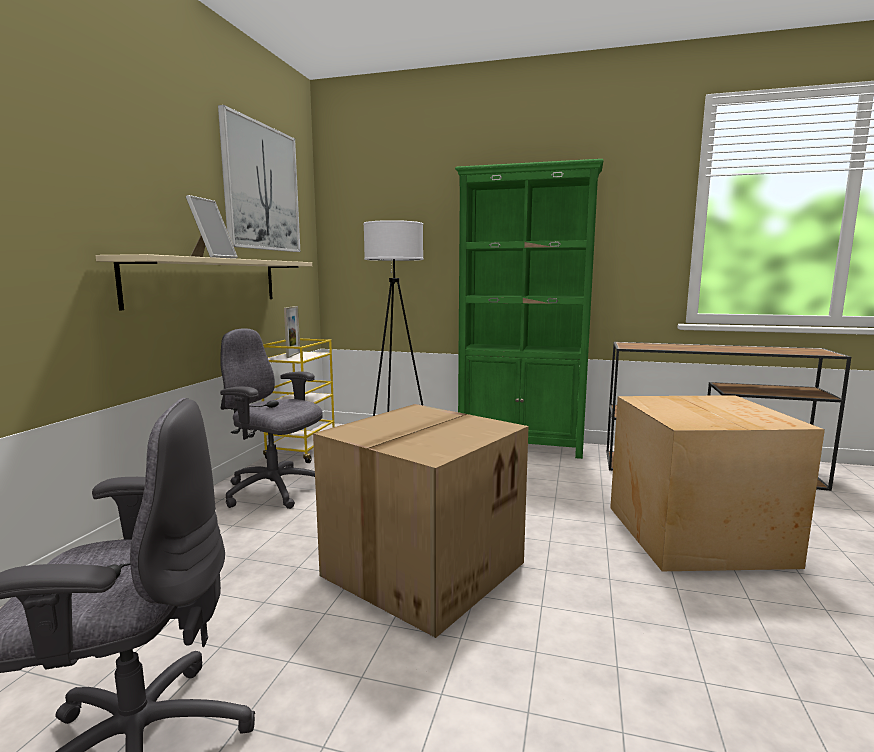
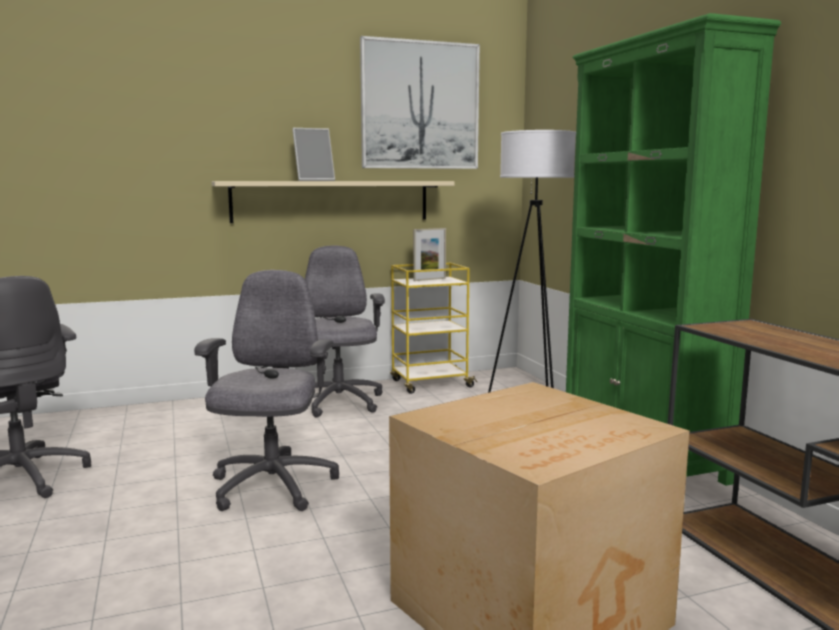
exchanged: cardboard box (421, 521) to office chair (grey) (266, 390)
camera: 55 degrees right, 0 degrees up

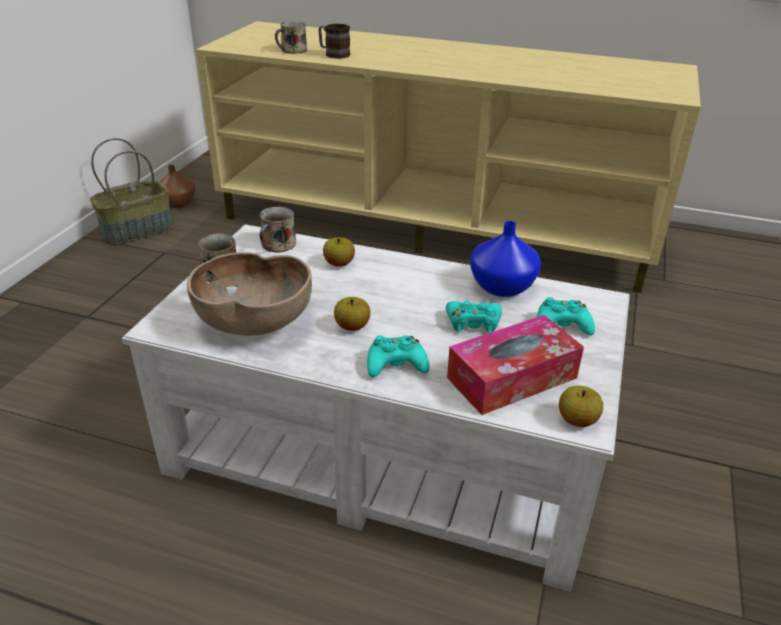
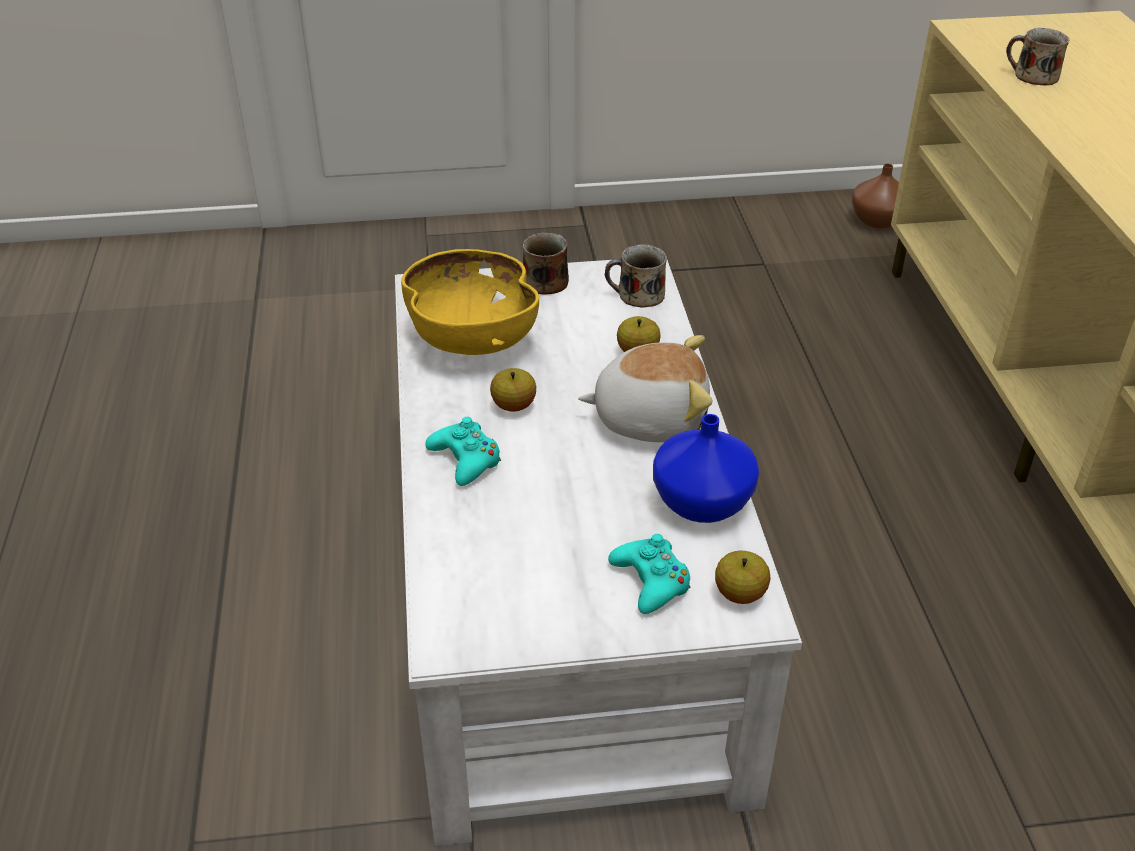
missing: basket (132, 191); mug (334, 41); game controller (turquoise) (474, 317); tissue box (515, 365)
appeared: plush toy (645, 388)
relocated: apple (581, 406) to (742, 577)
colour: bowl (brown) (249, 294) to bowl (yellow) (470, 302)
camera: 65 degrees right, 5 degrees up

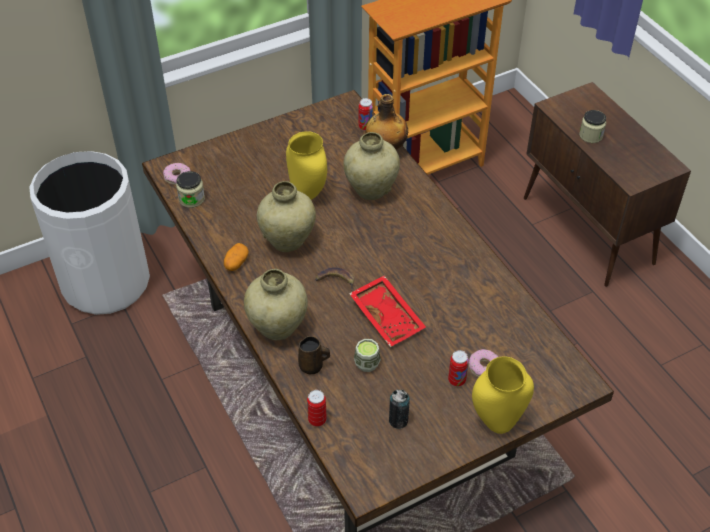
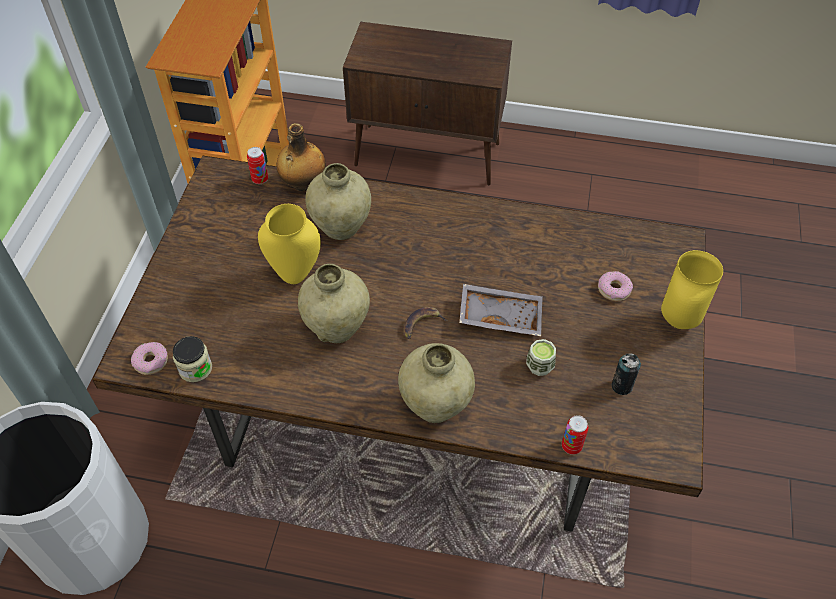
missing: potato (236, 257); mug (brown) (314, 355); can (458, 368); jar (592, 126)
colour: tray (red) (387, 311) to tray (grey) (501, 310)
camera: 50 degrees left, 5 degrees up

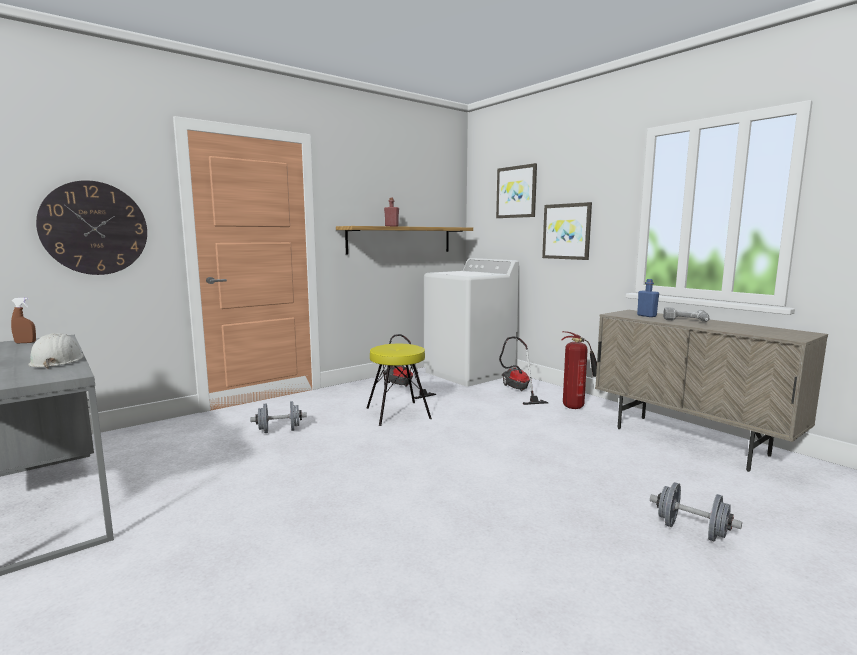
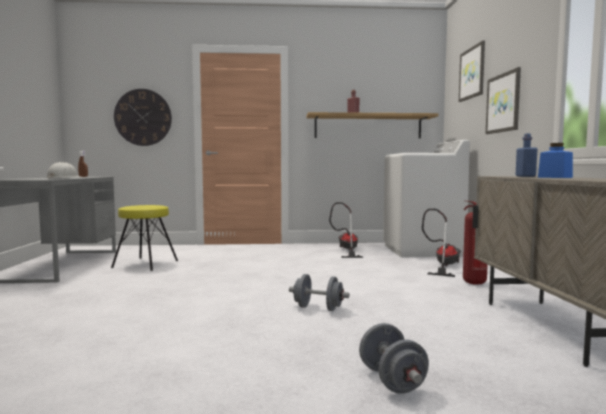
relocated: stool (yellow) (399, 385) to (144, 238); dumbbell (grey) (278, 417) to (319, 292)
exchanged: power drill (686, 314) to jar (blue) (555, 160)
camera: 35 degrees right, 5 degrees down

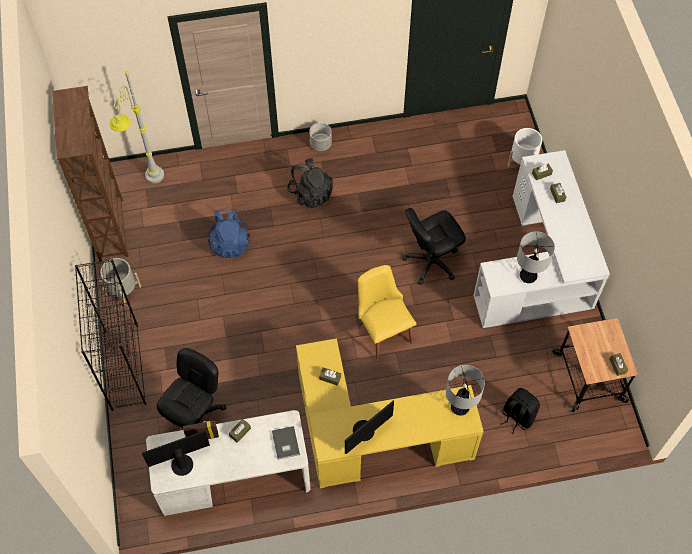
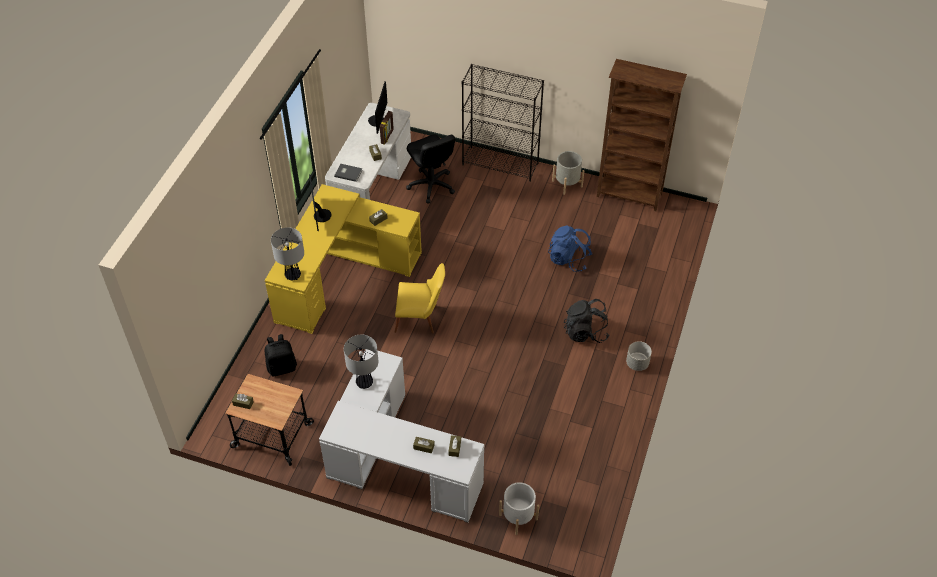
missing: floor lamp (grey) (136, 127); office chair (black) (434, 246)
camera: 120 degrees right, 10 degrees down

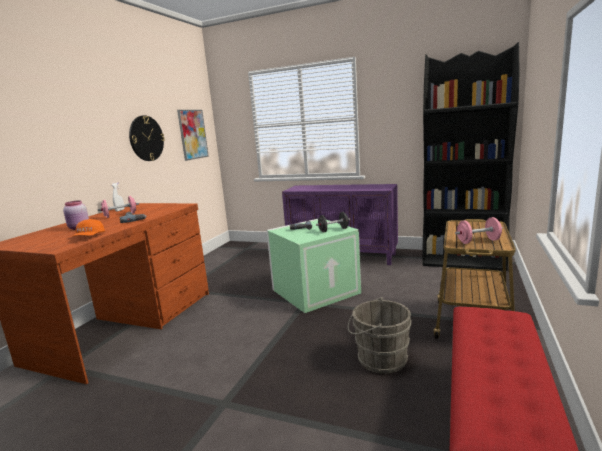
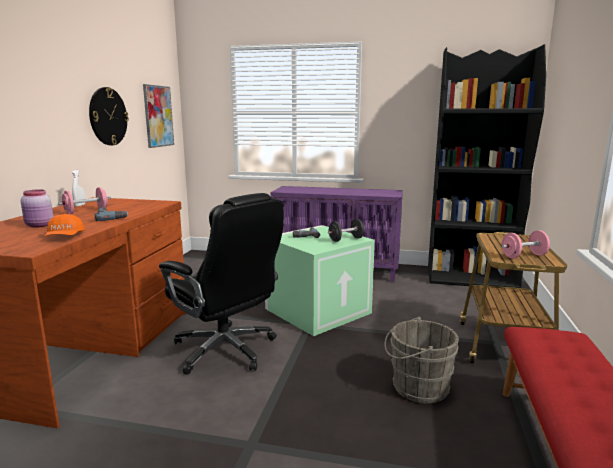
appeared: office chair (black) (221, 284)
camera: 10 degrees left, 0 degrees up

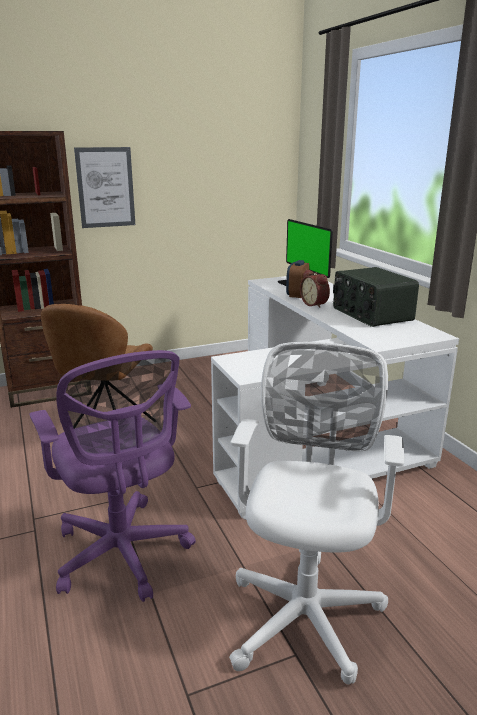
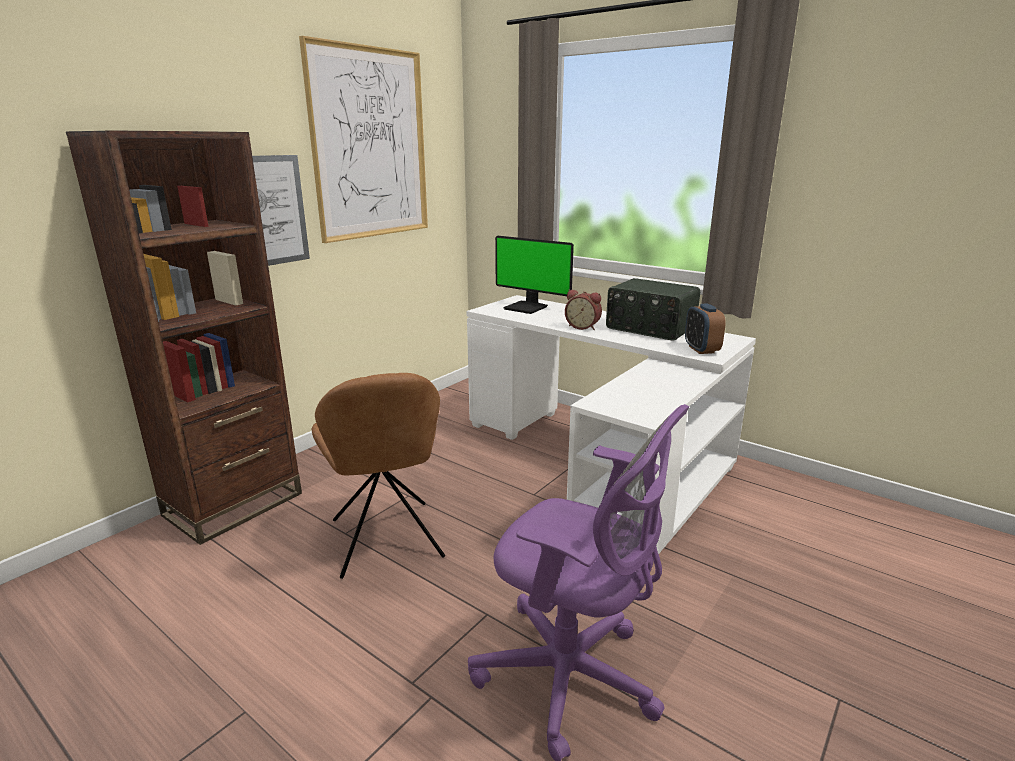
missing: office chair (white) (317, 513)
appeared: picture (363, 139)
relocated: alarm clock (298, 279) to (705, 329)
camera: 30 degrees left, 0 degrees up

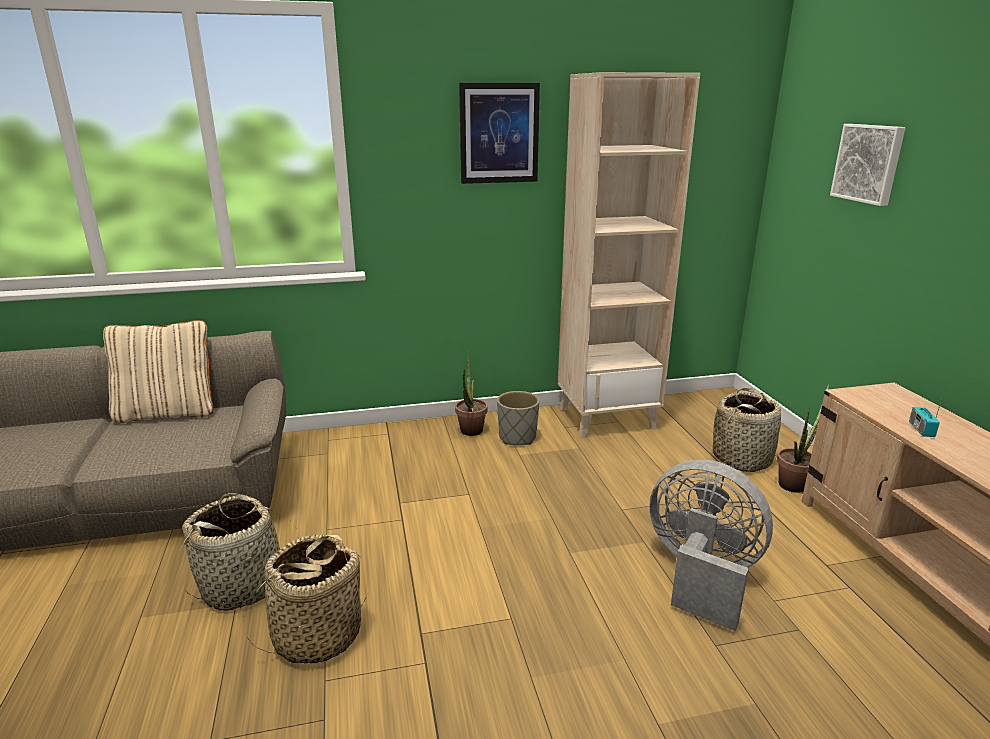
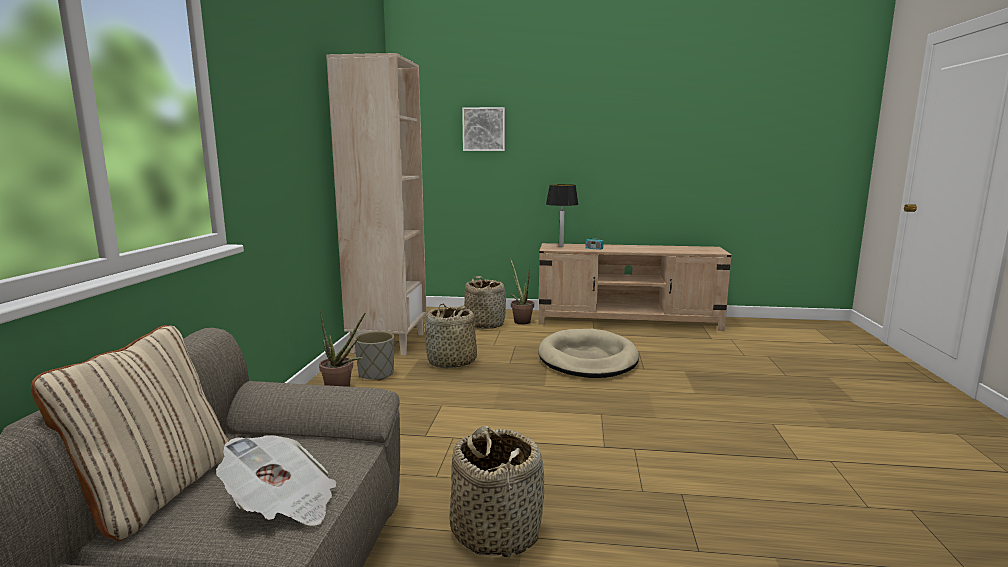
missing: picture (499, 133)
appeared: newspaper (276, 480); table lamp (562, 215)
relocated: basket (305, 599) to (451, 335)
exchanged: fan (grey) (711, 545) to dog bed (beige) (588, 353)
camera: 70 degrees left, 10 degrees down

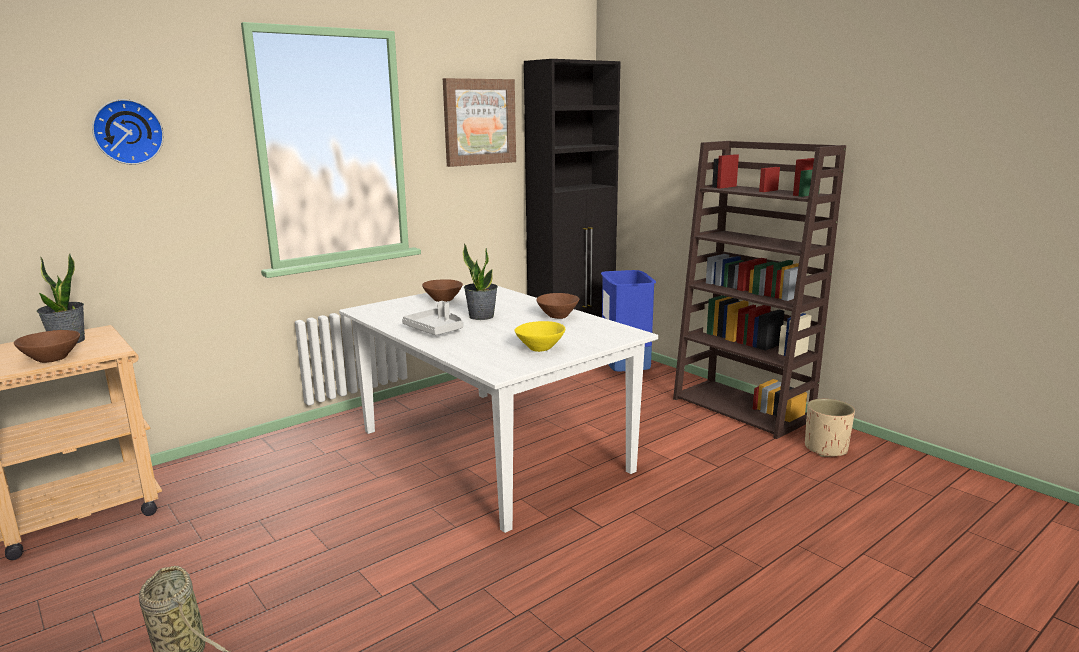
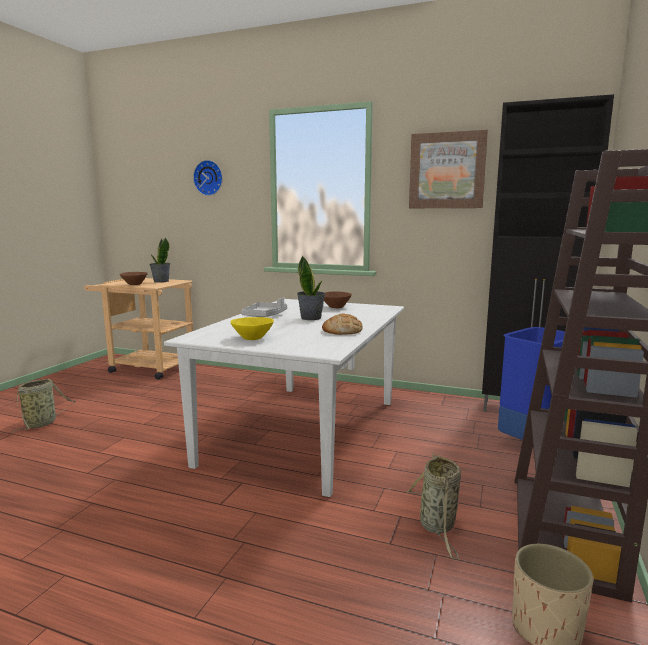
appeared: basket (433, 507)
exchanged: bowl (brown) (557, 306) to bread (342, 324)
camera: 60 degrees right, 5 degrees down

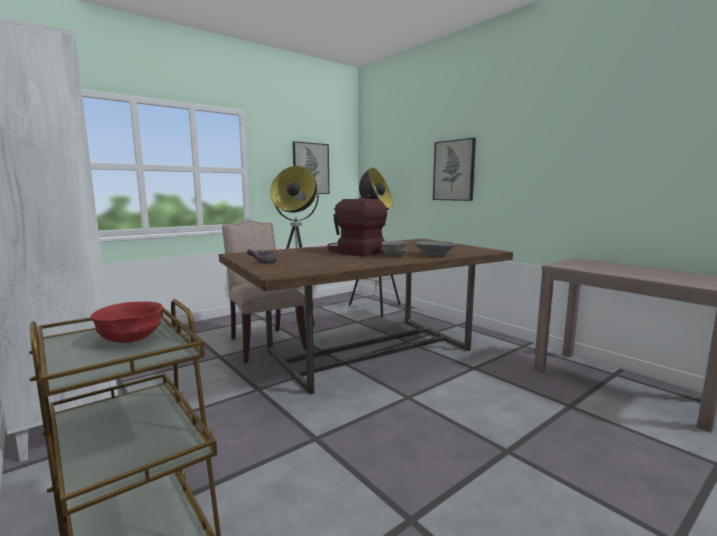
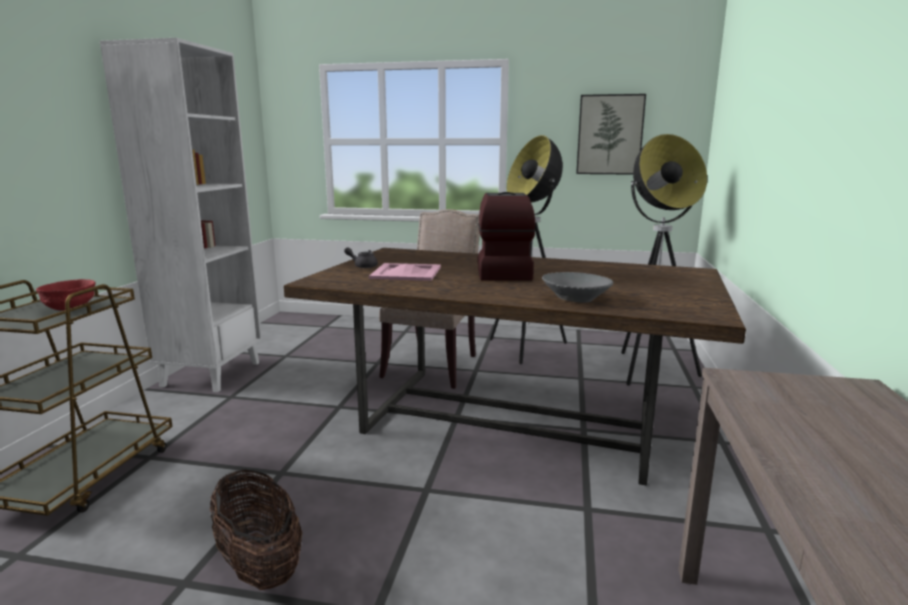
missing: bowl (grey) (395, 249); picture (454, 169)
appeared: basket (256, 530); tray (pink) (405, 272)
camera: 50 degrees right, 5 degrees up

